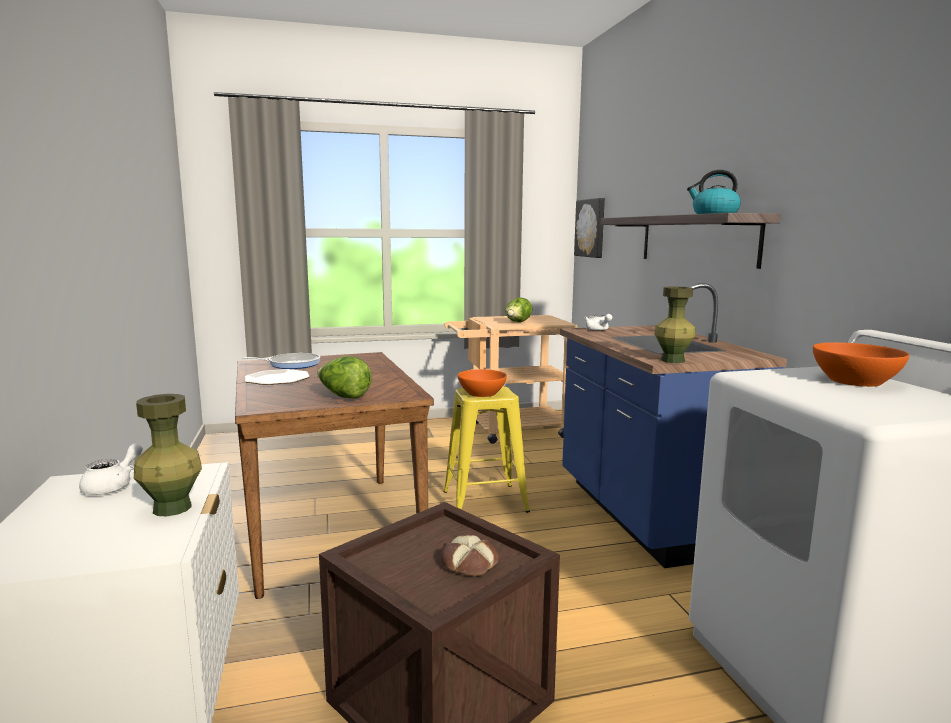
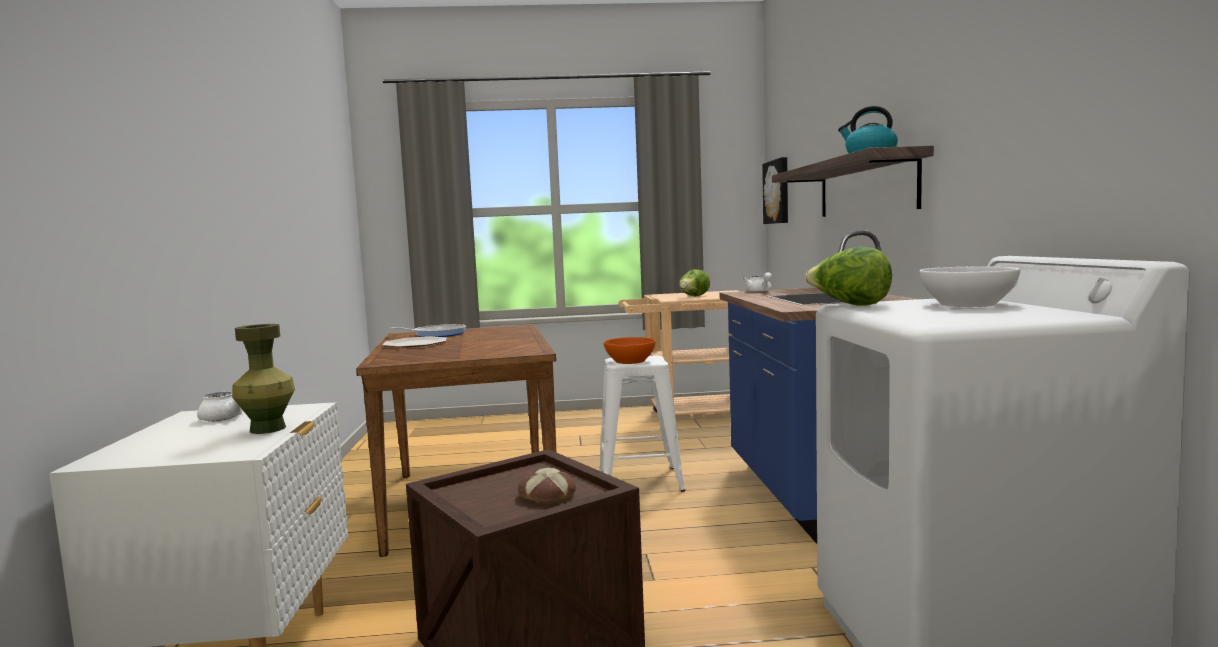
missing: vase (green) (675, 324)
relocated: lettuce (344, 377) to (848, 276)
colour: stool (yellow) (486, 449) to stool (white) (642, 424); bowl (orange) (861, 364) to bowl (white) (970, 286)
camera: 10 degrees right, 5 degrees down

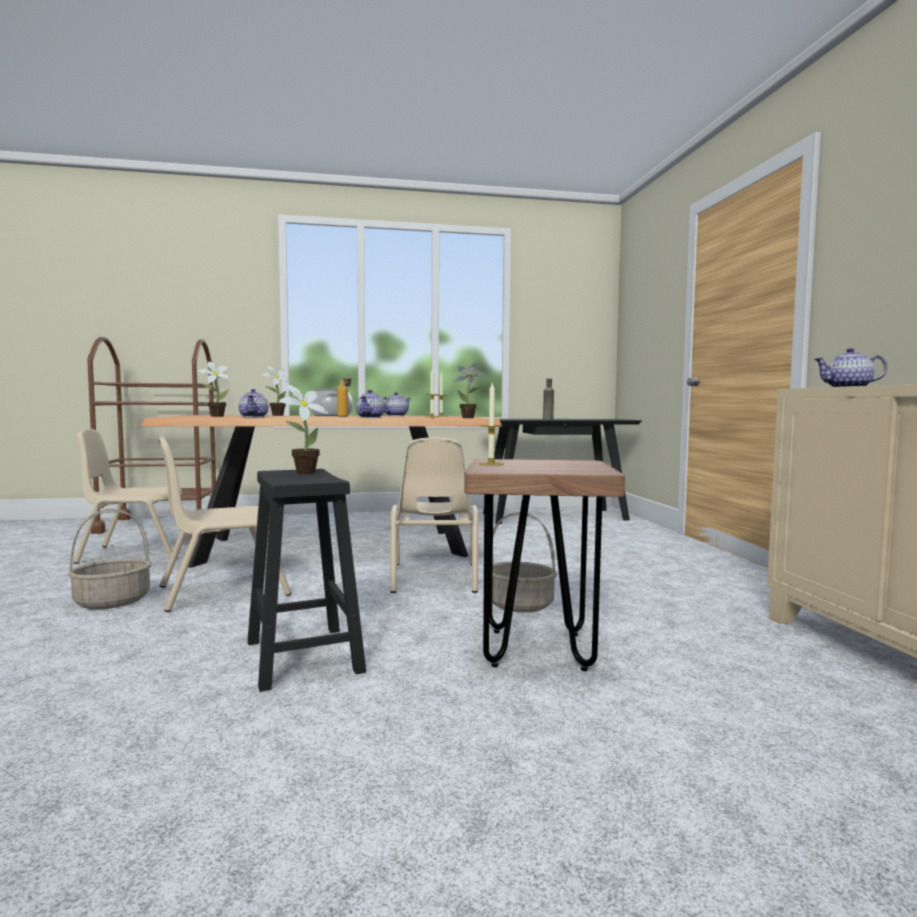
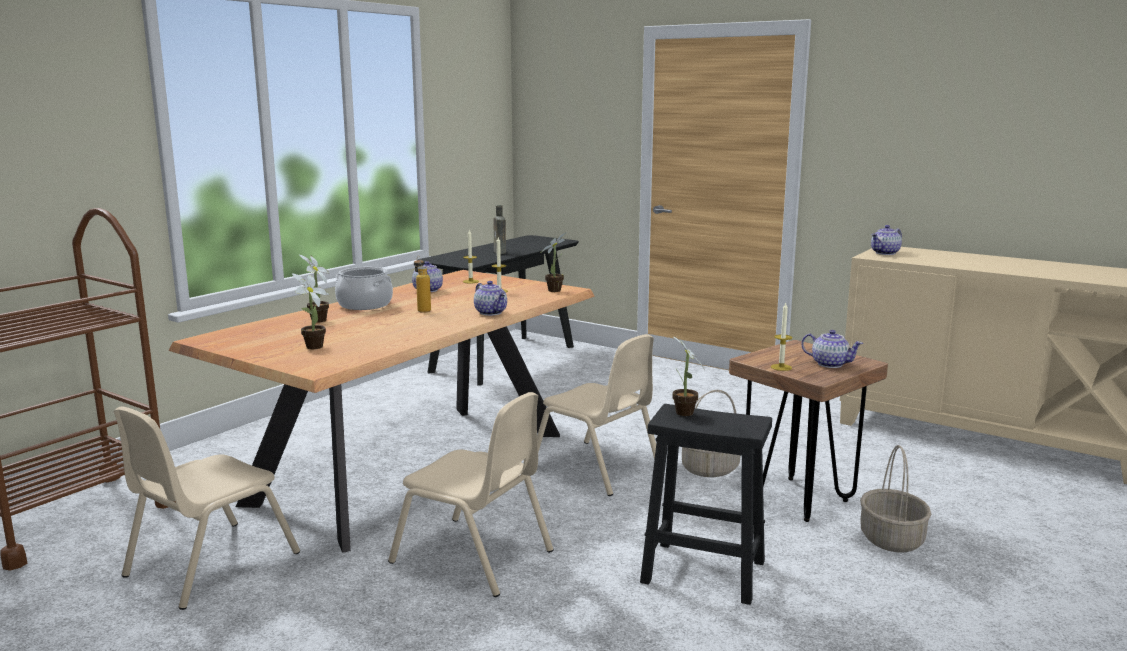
relocated: teapot (253, 403) to (832, 349); basket (110, 559) to (895, 499)
spun: chair (beige) (225, 524) = (471, 494) 75 degrees counterclockwise
camera: 45 degrees left, 10 degrees up

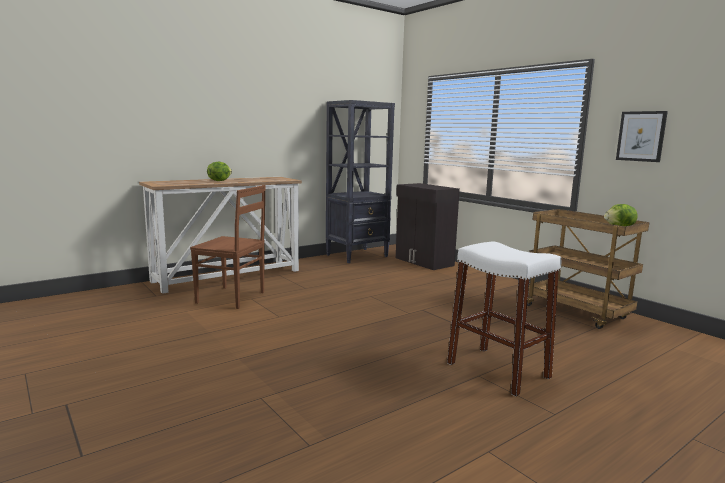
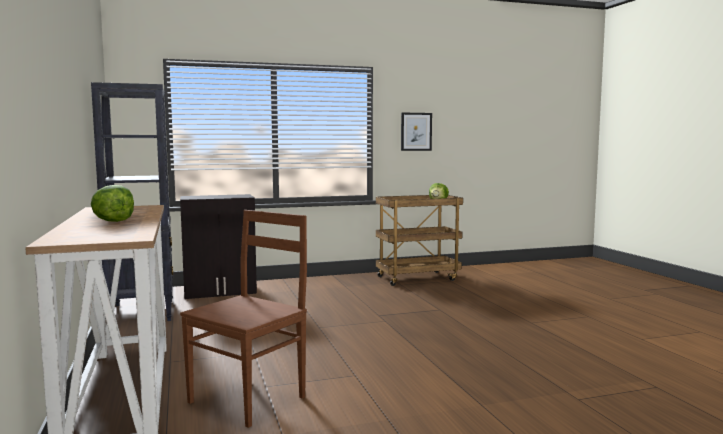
missing: stool (white) (504, 318)
camera: 70 degrees left, 5 degrees down

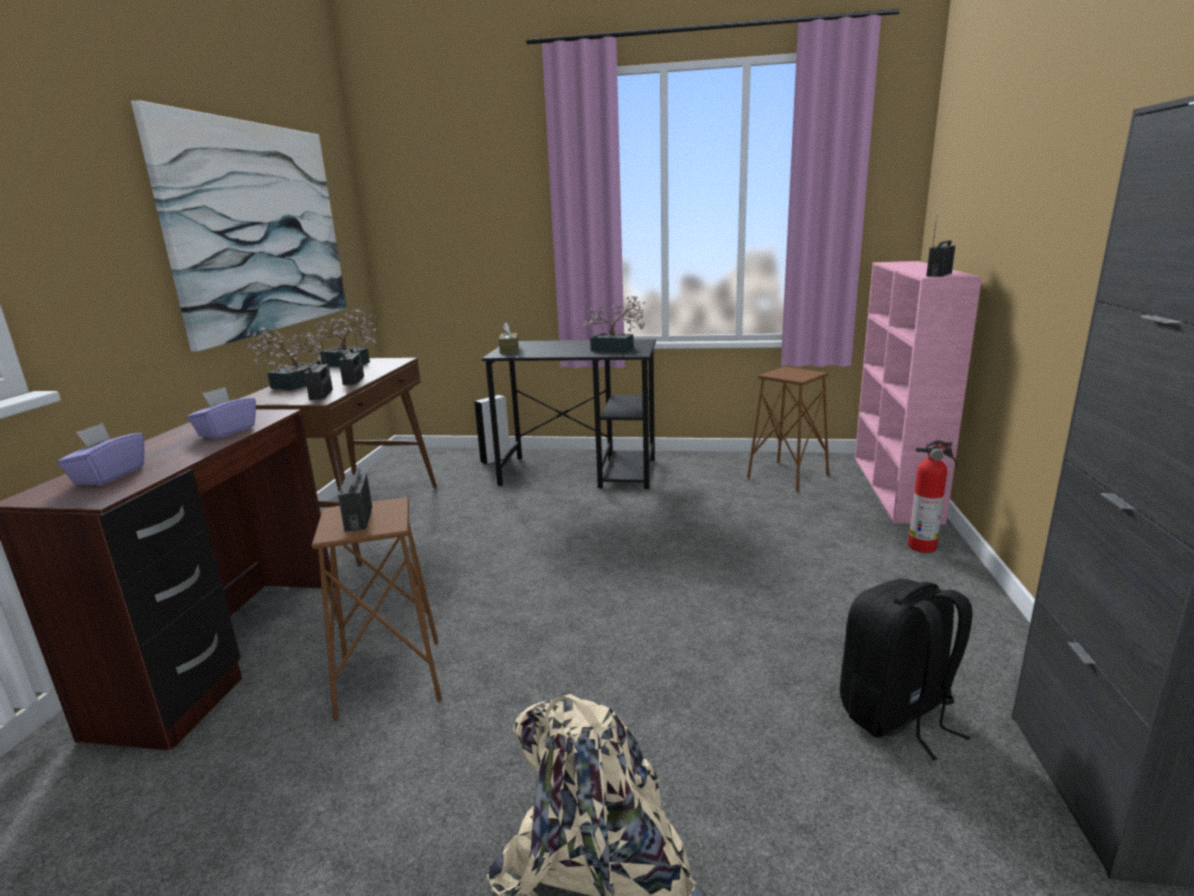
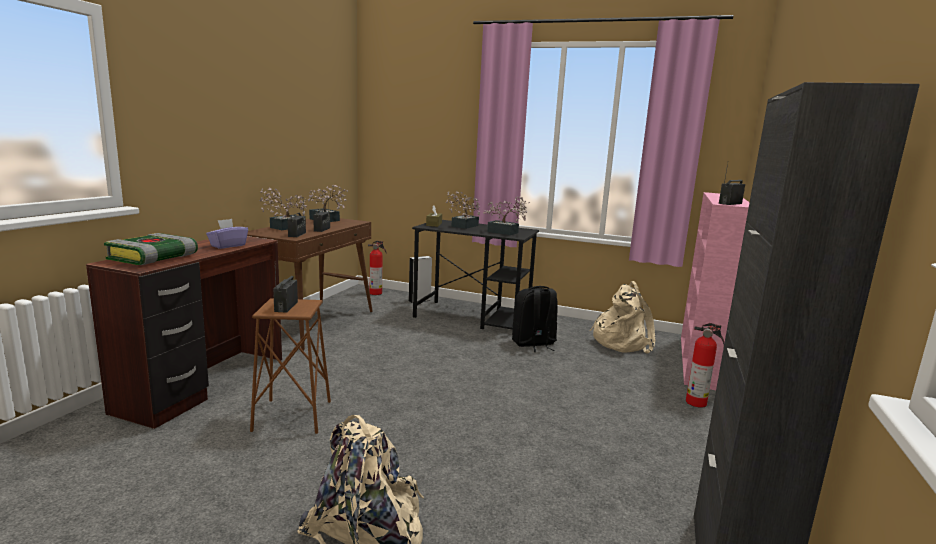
missing: picture (239, 225)
appeared: fire extinguisher (377, 268); potted plant (463, 210)
relocated: backpack (black) (906, 669) to (535, 319)
exchanged: tissue box (purple) (100, 454) to book (151, 249); stool (brown) (788, 429) to backpack (beige) (622, 317)
camera: 10 degrees right, 5 degrees down

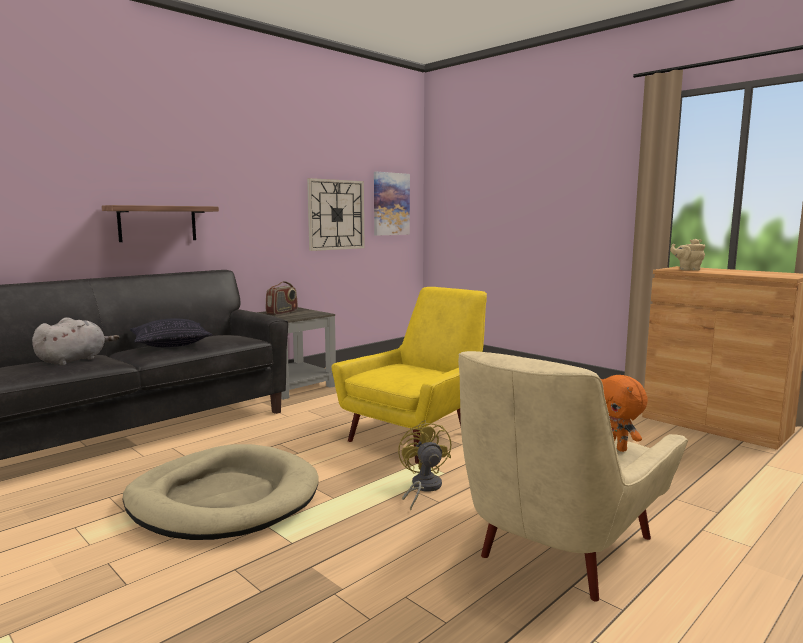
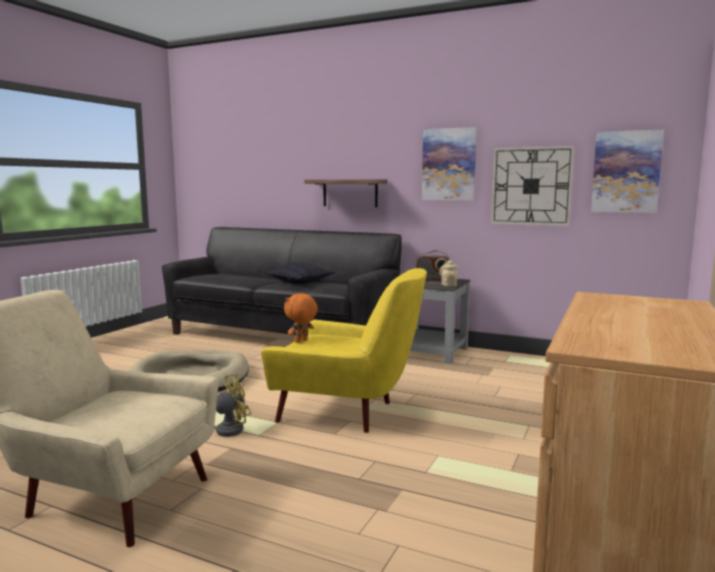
missing: plush toy (grey) (75, 341)
appeared: picture (449, 164)
relocated: plush toy (orange) (624, 413) to (301, 318); teapot (beige) (687, 255) to (448, 273)
camera: 70 degrees right, 0 degrees up

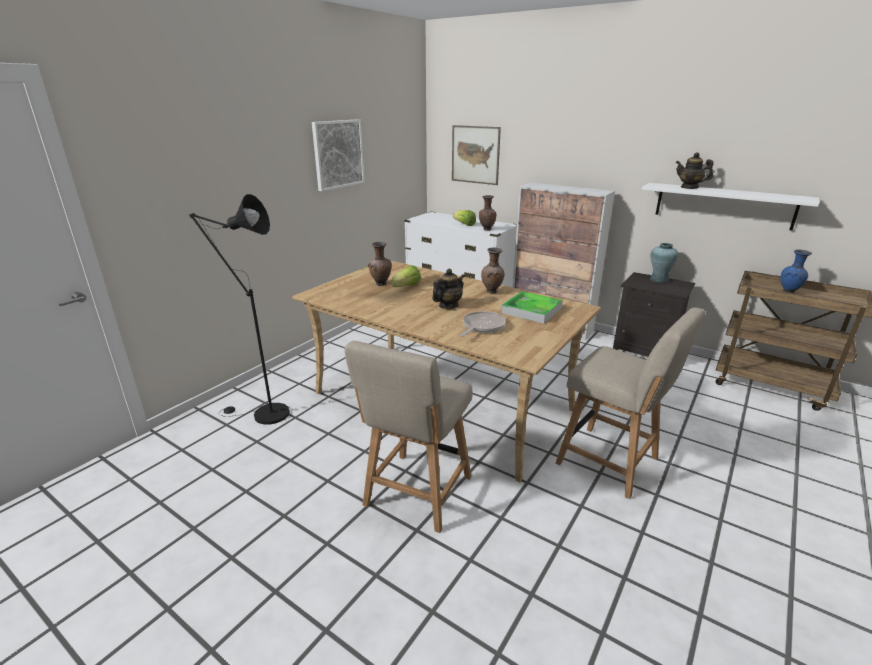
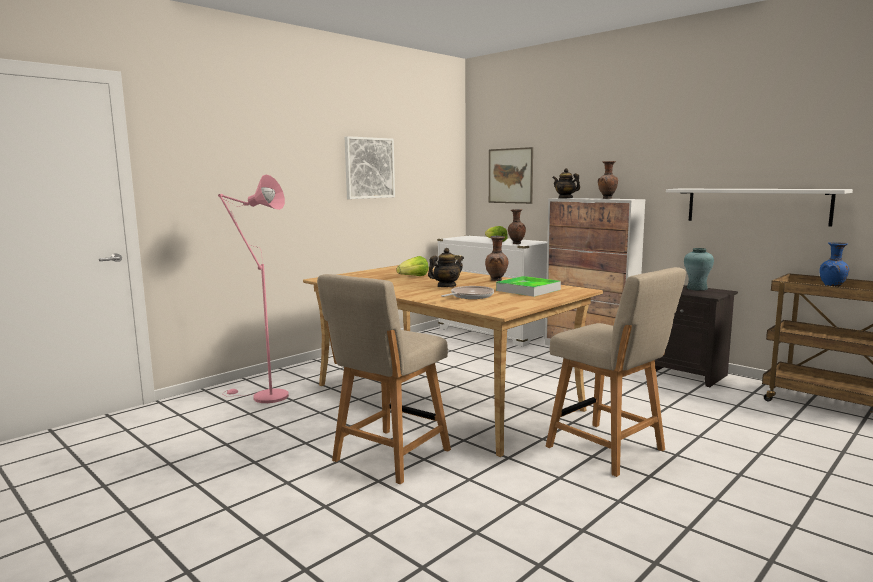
relocated: teapot (694, 170) to (566, 183); vase (brown) (380, 264) to (608, 180)
colour: floor lamp (black) (239, 309) to floor lamp (pink) (253, 289)
camera: 10 degrees right, 15 degrees down

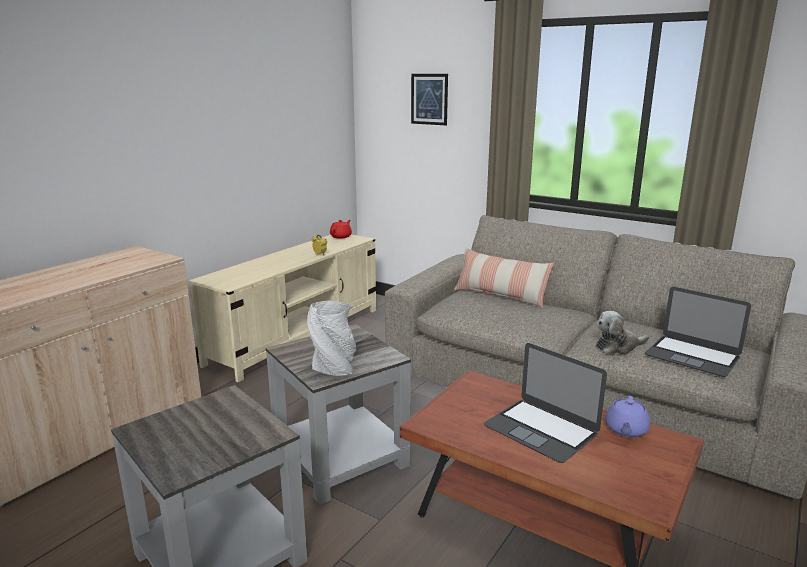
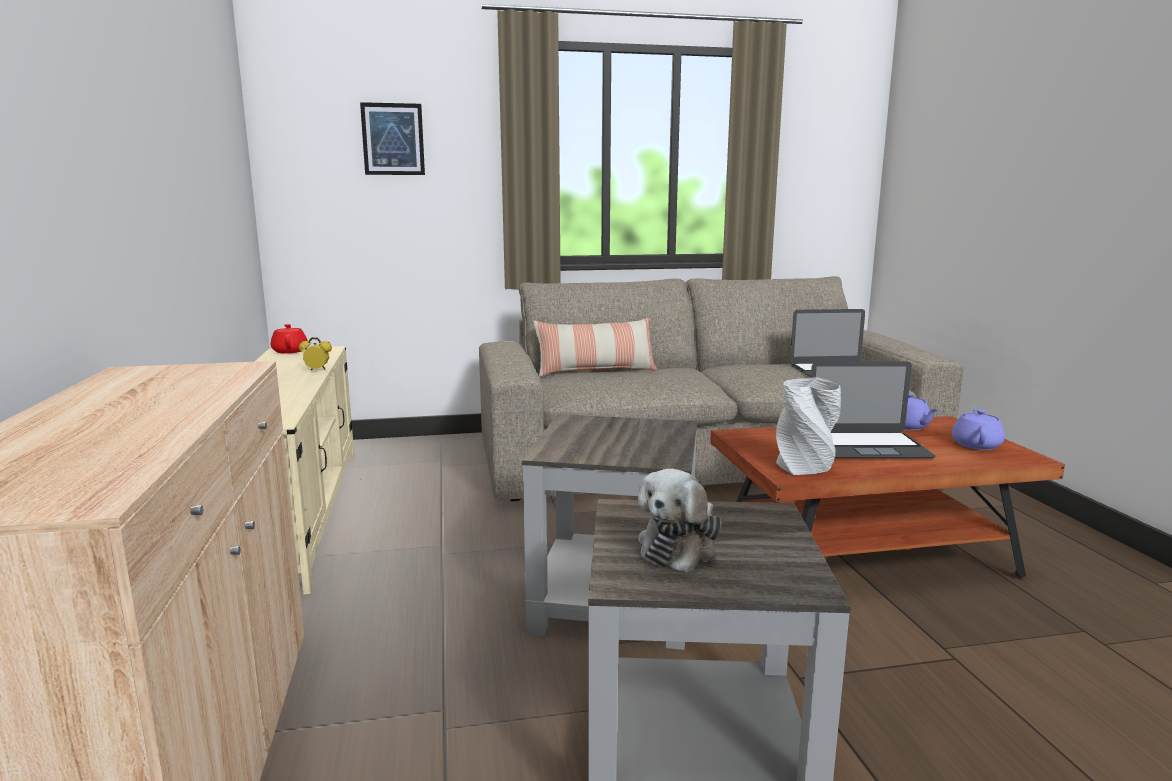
appeared: teapot (purple) (978, 428)
relocated: plush toy (622, 332) to (680, 520); vase (grey) (331, 338) to (808, 426)
camera: 45 degrees left, 5 degrees down

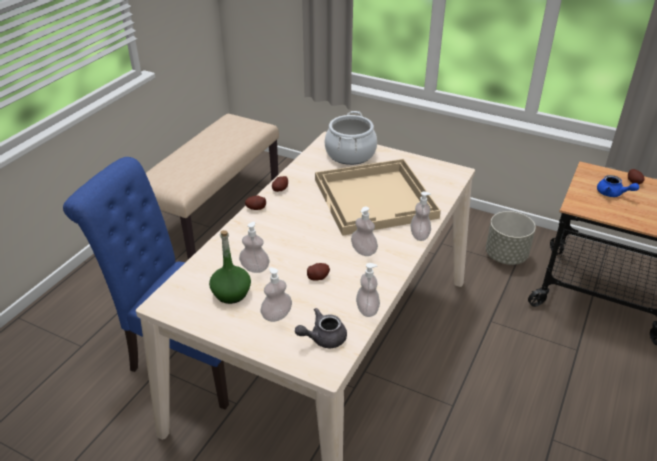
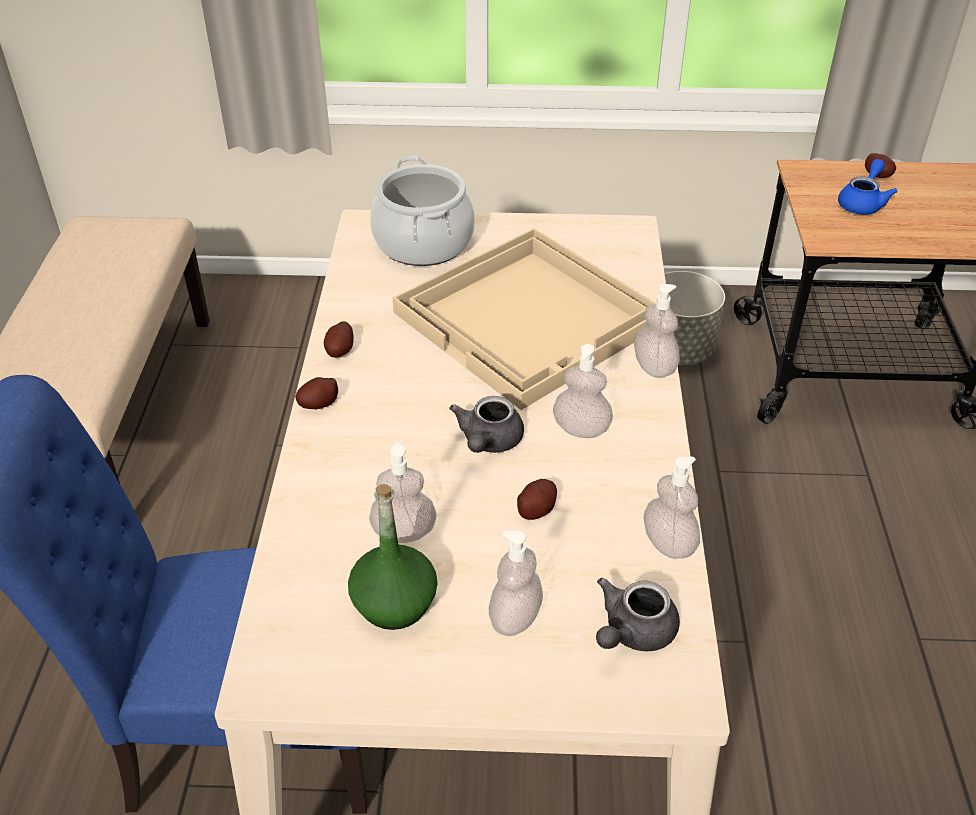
appeared: teapot (grey) (486, 424)
spun: teapot (blue) (618, 186) = (868, 187) 75 degrees counterclockwise
camera: 25 degrees left, 5 degrees up

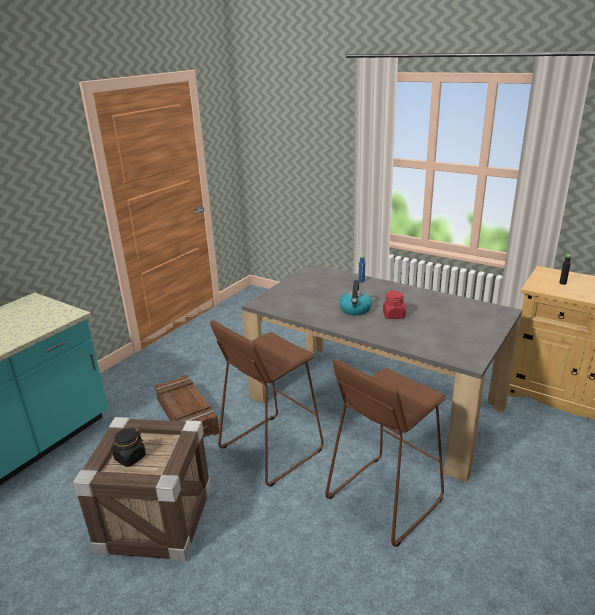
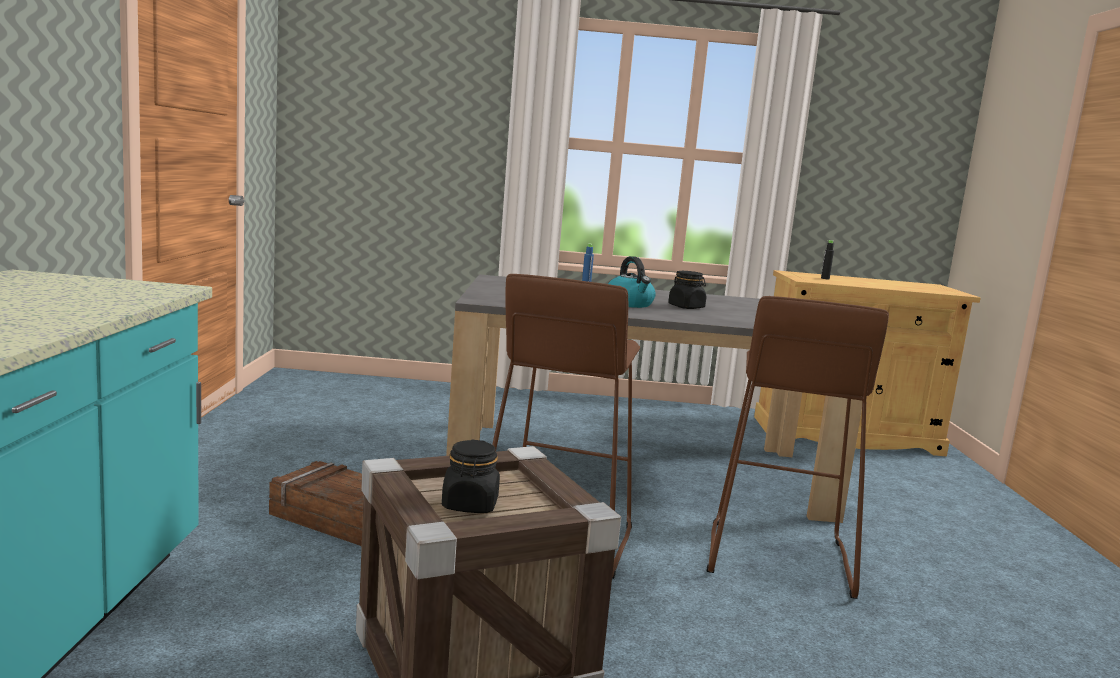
colour: jar (red) (394, 304) to jar (black) (687, 290)
camera: 35 degrees left, 15 degrees down

